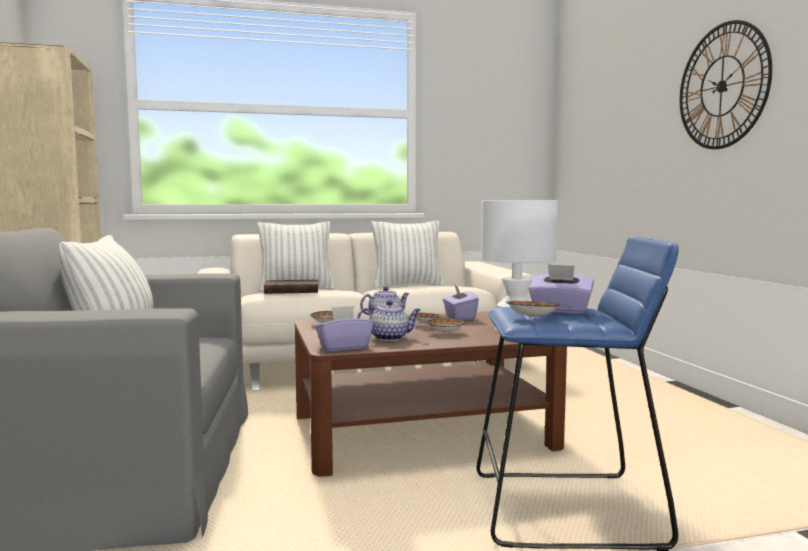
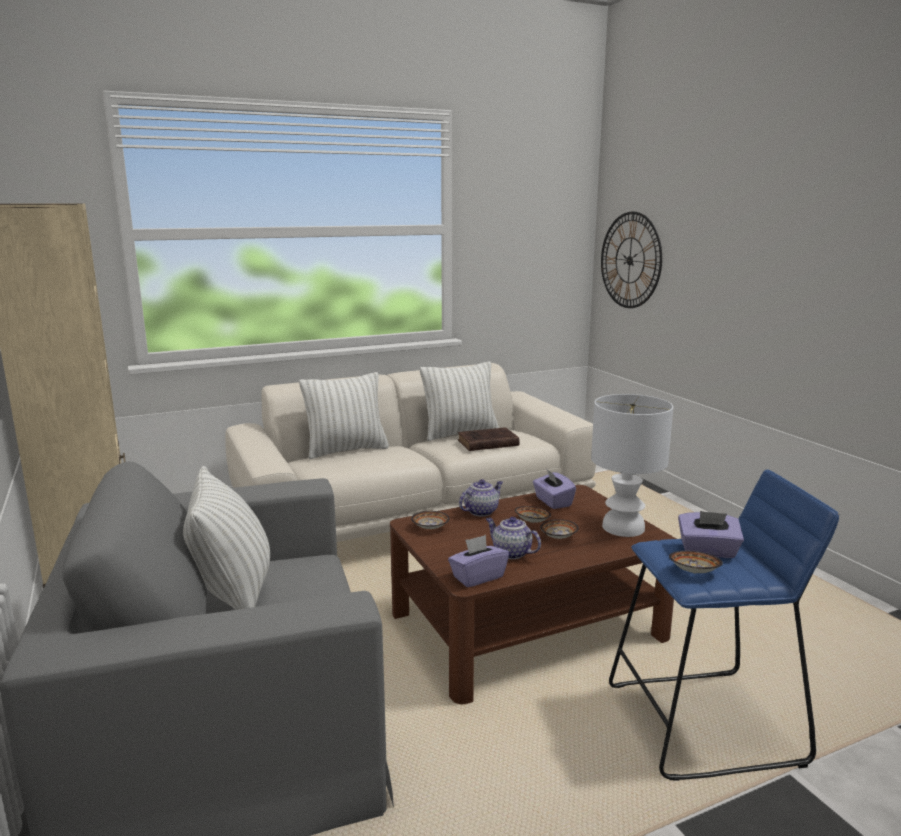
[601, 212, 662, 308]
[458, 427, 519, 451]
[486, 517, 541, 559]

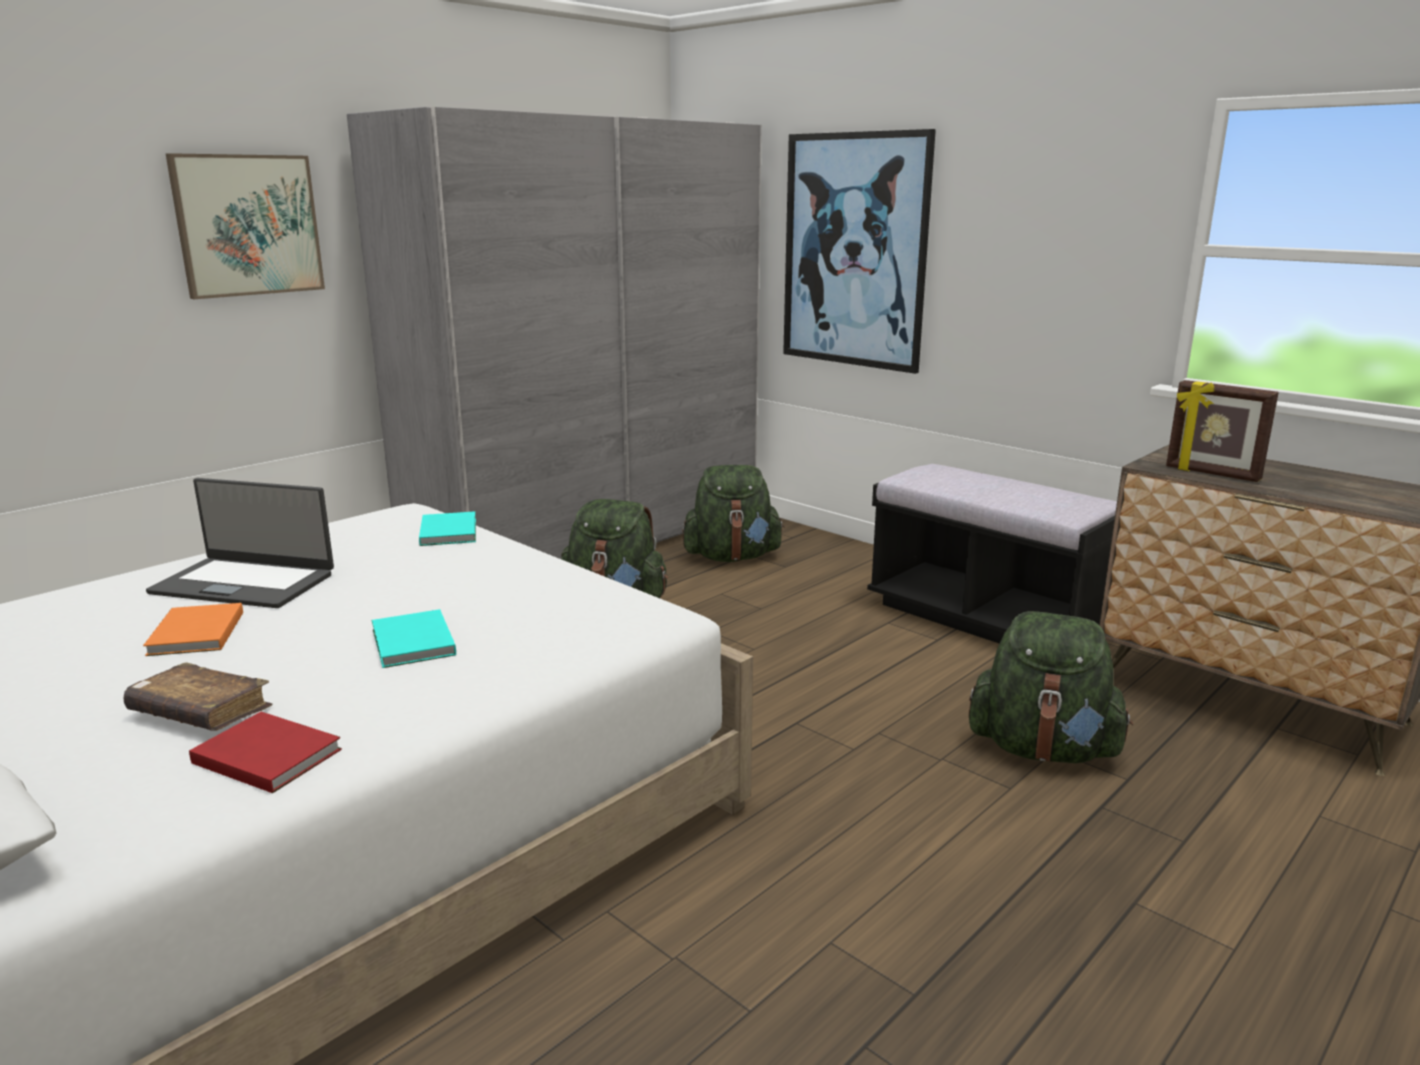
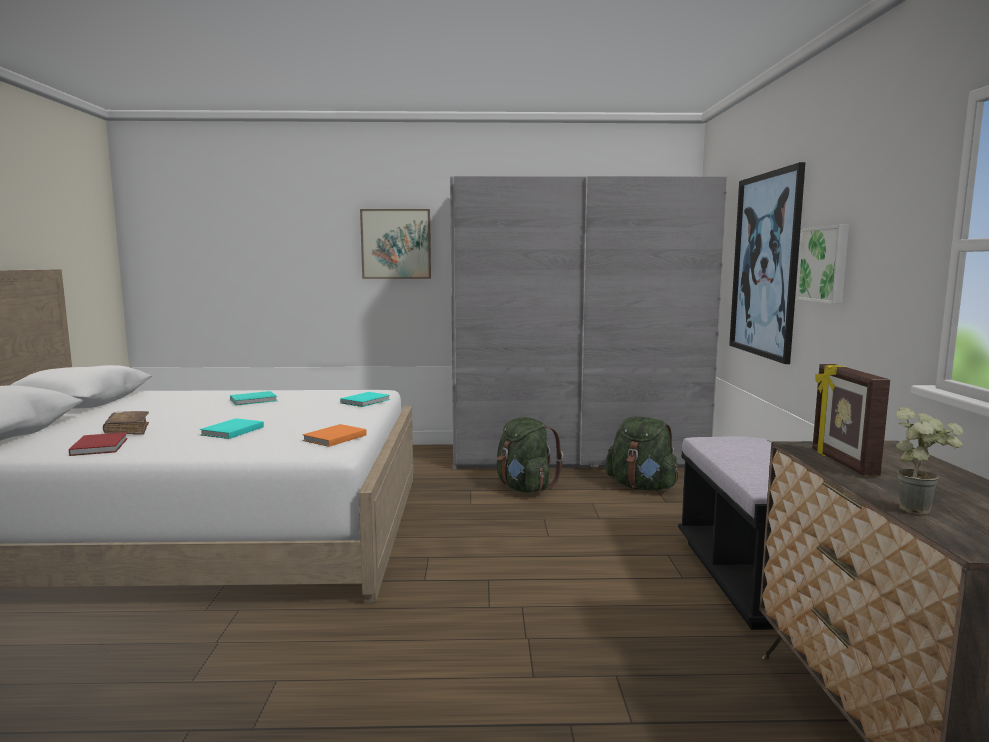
[230, 391, 277, 405]
[302, 424, 367, 447]
[969, 611, 1133, 763] (first image)
[796, 225, 849, 304]
[896, 407, 963, 514]

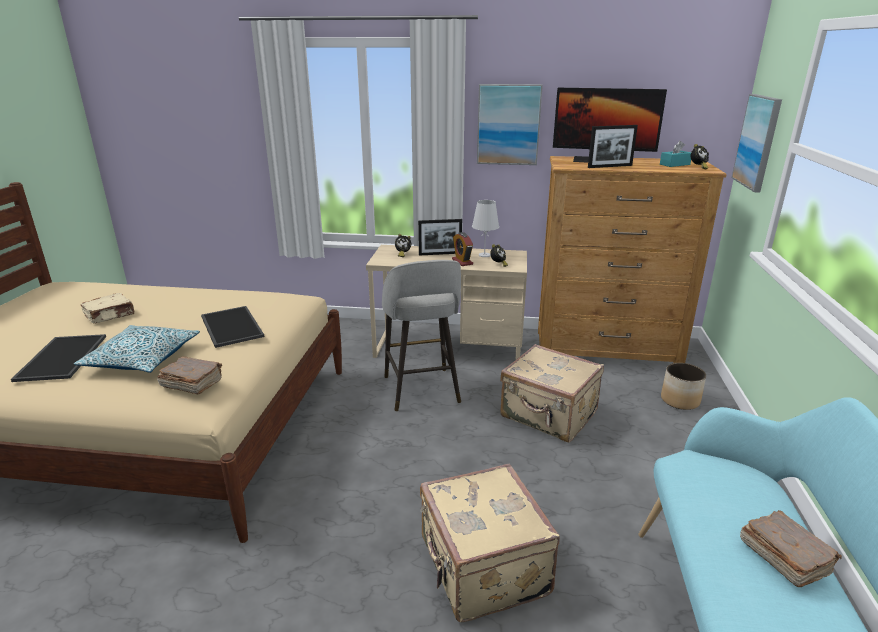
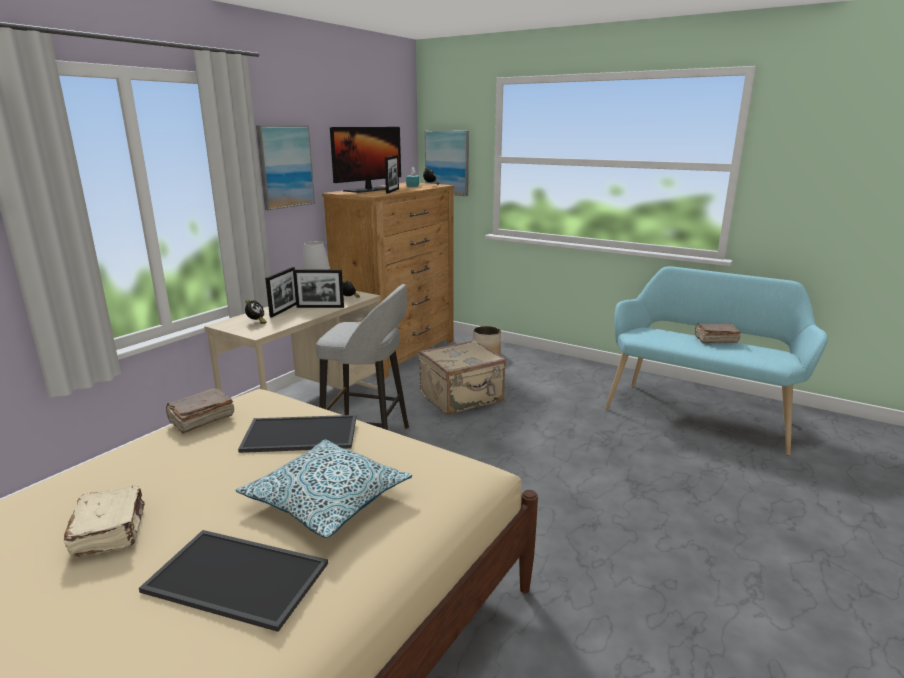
[293, 269, 344, 308]
[165, 388, 234, 434]
[420, 463, 560, 622] (first image)

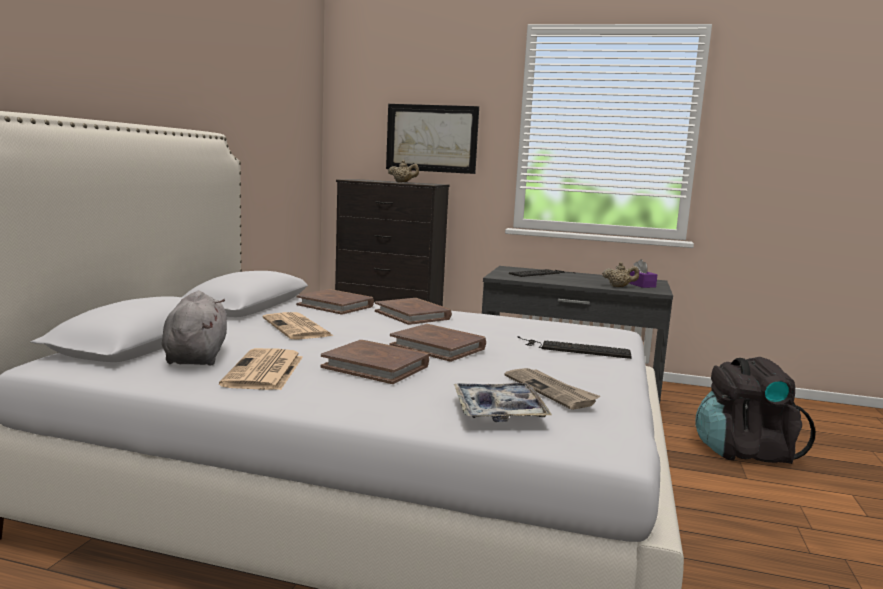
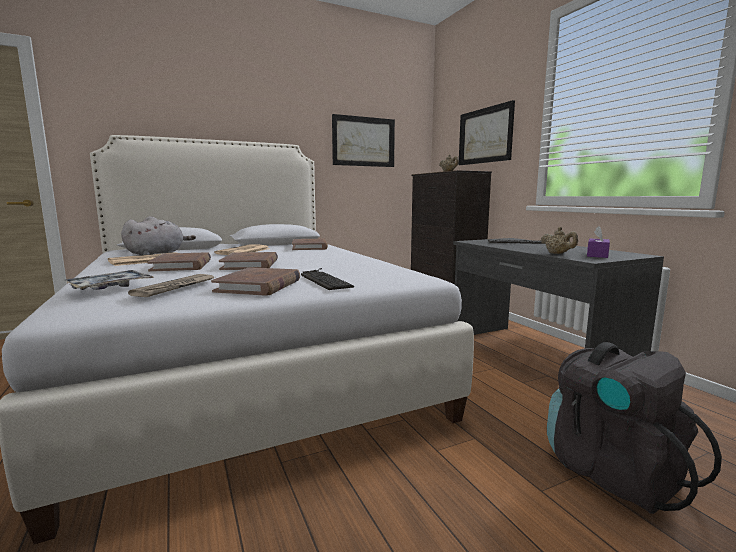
[211, 267, 300, 296]
[332, 114, 395, 167]

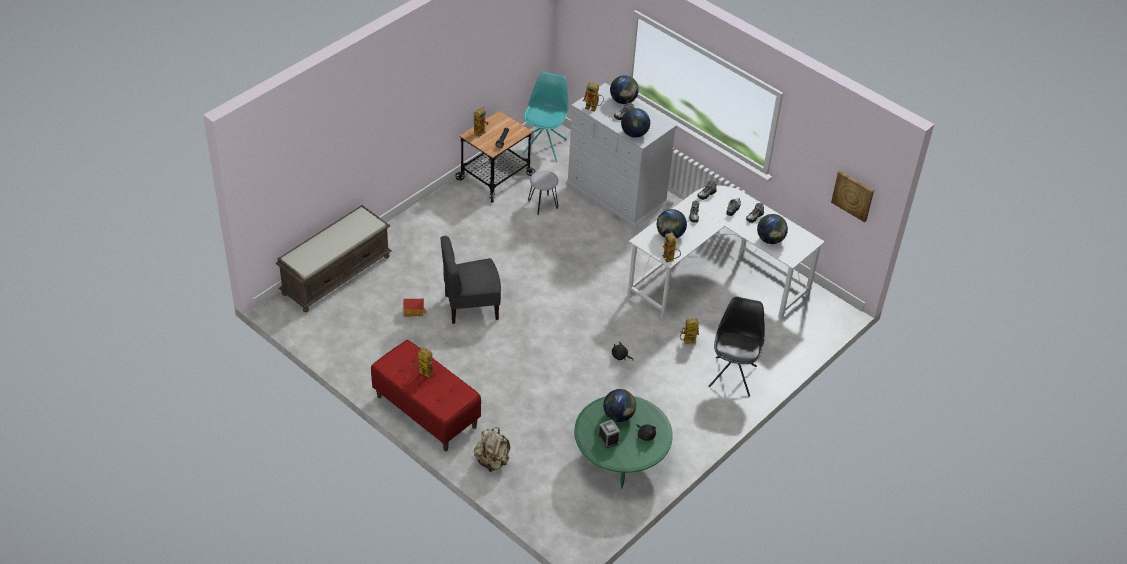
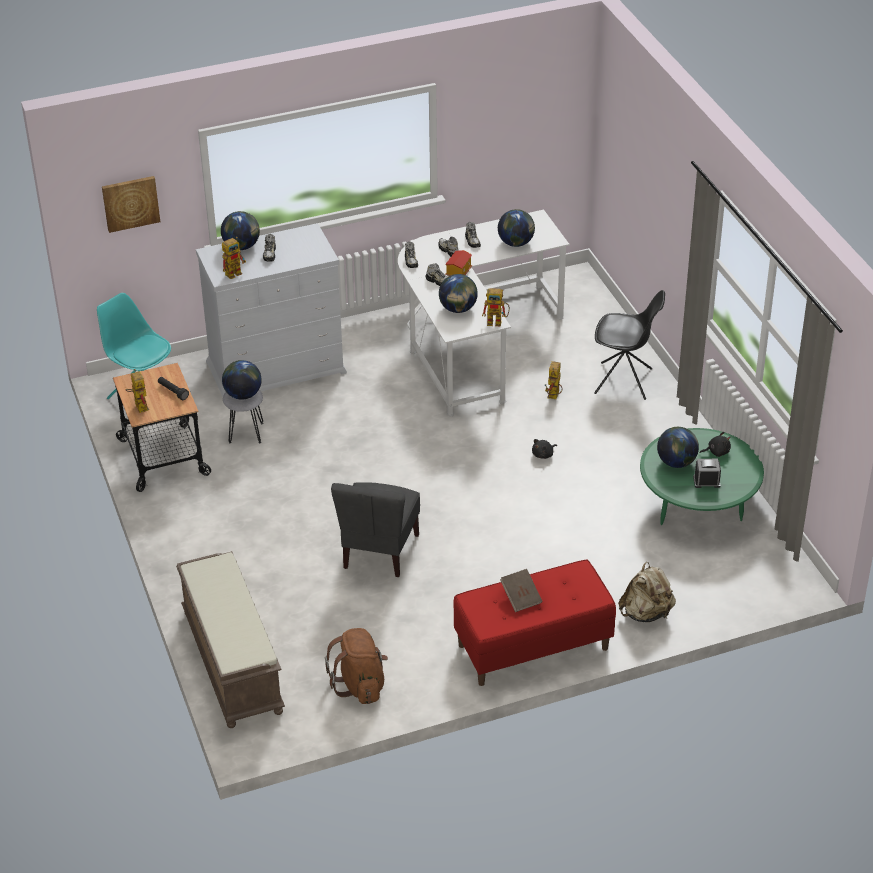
[222, 360, 262, 400]
[102, 176, 160, 233]
[594, 290, 665, 400]
[445, 250, 472, 277]
[500, 569, 543, 612]
[325, 628, 388, 704]

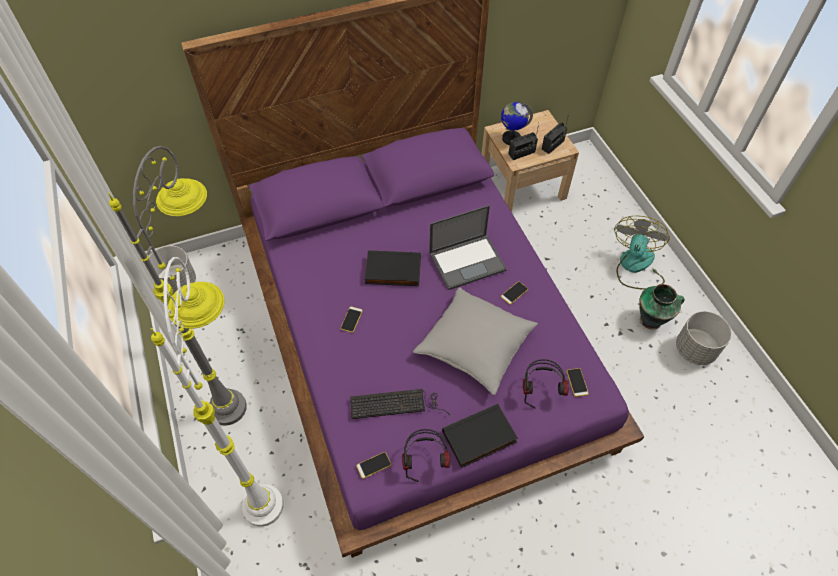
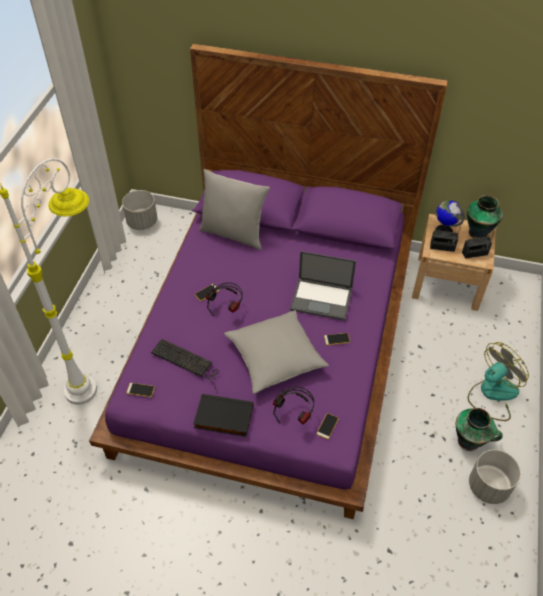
[108, 146, 247, 426] (first image)
[365, 250, 421, 286] (first image)
[206, 282, 243, 316]
[199, 169, 270, 250]
[467, 195, 503, 239]

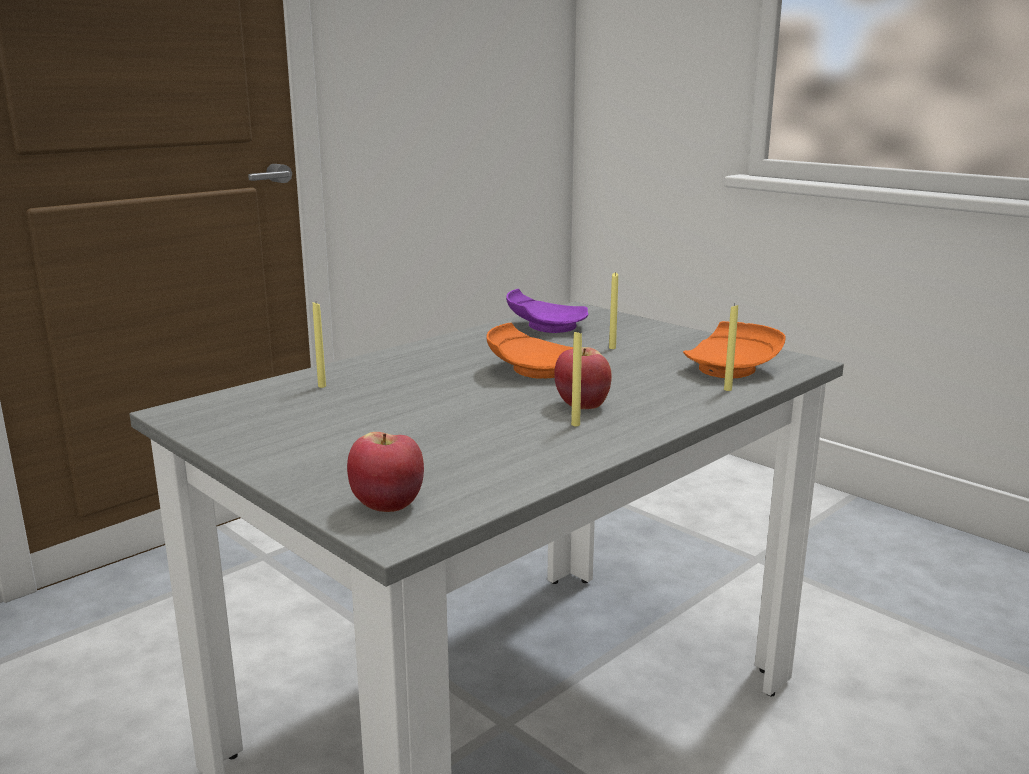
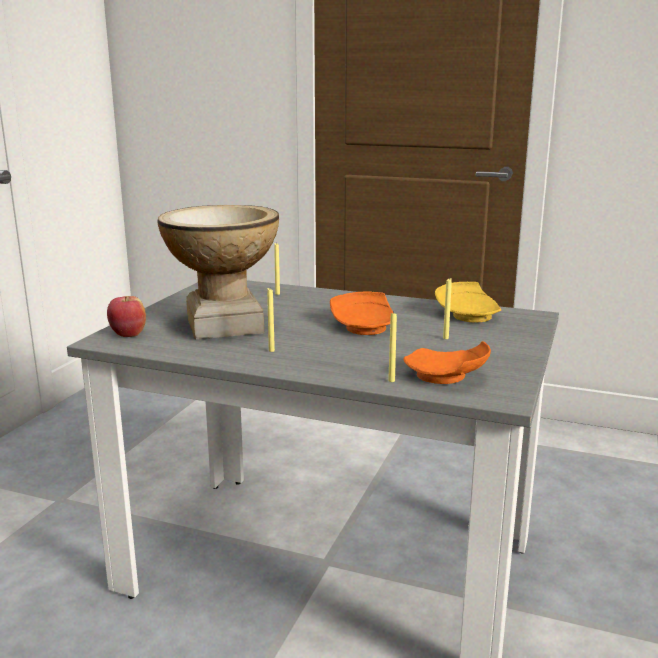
[435, 282, 501, 323]
[554, 347, 612, 409] (first image)
[157, 205, 279, 340]

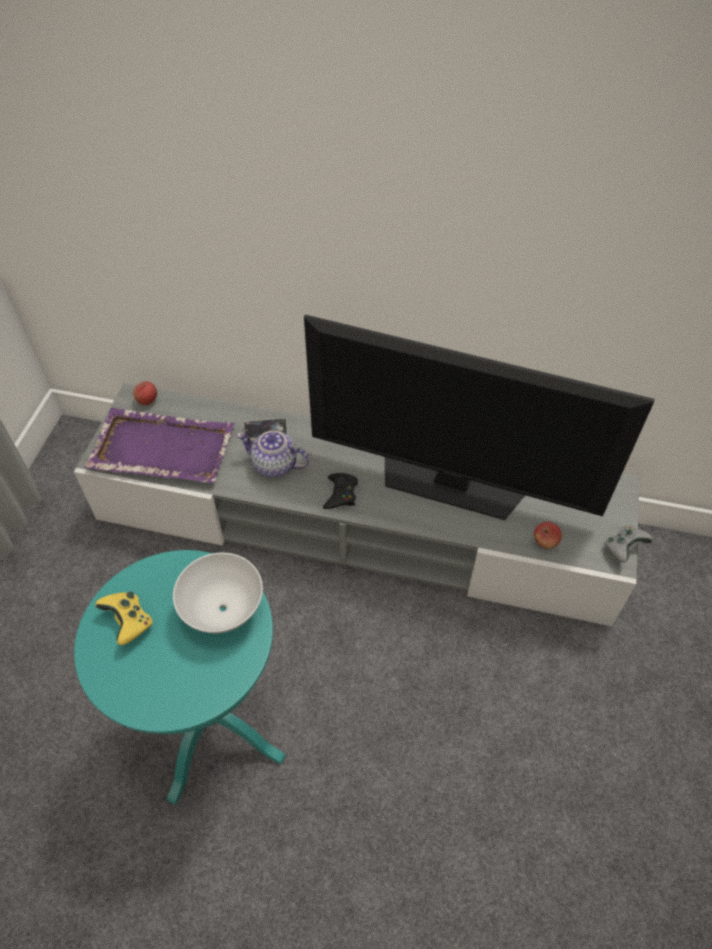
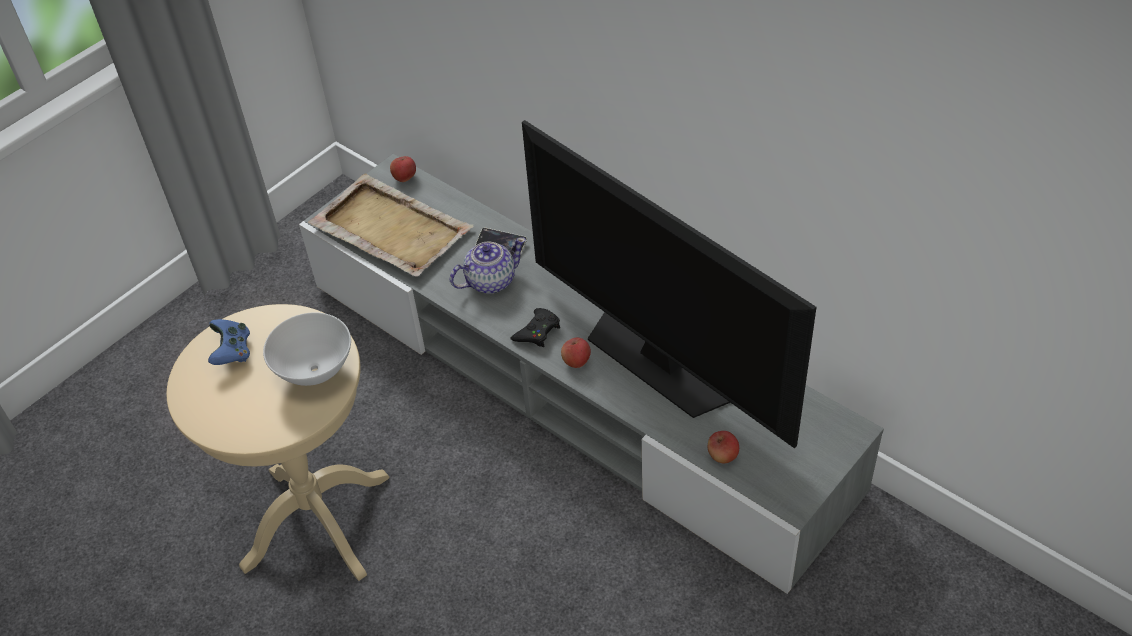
[308, 174, 473, 277]
[450, 237, 526, 294]
[604, 527, 653, 563] (first image)
[166, 304, 390, 581]
[208, 319, 250, 365]
[561, 338, 591, 368]

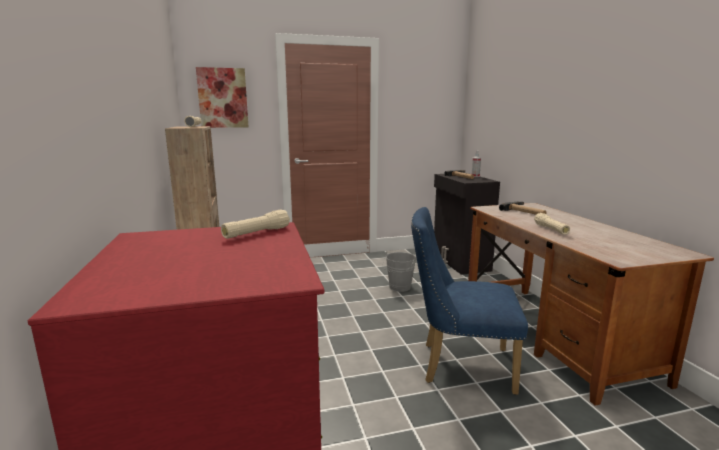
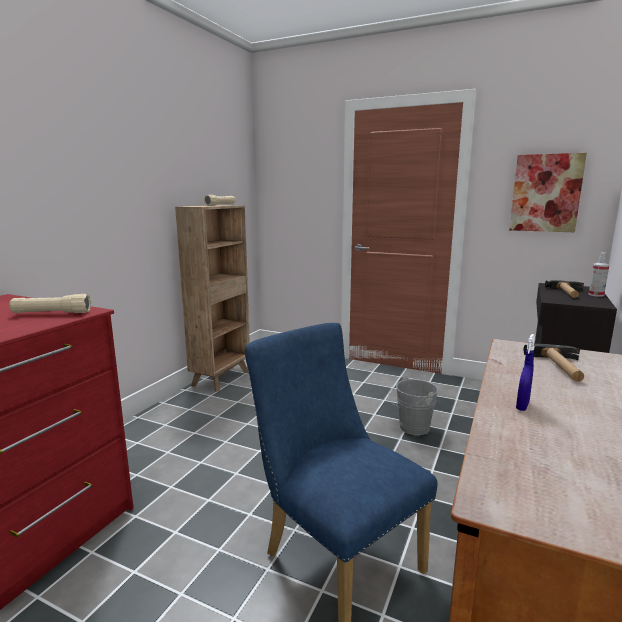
[509, 153, 587, 232]
[516, 334, 535, 411]

